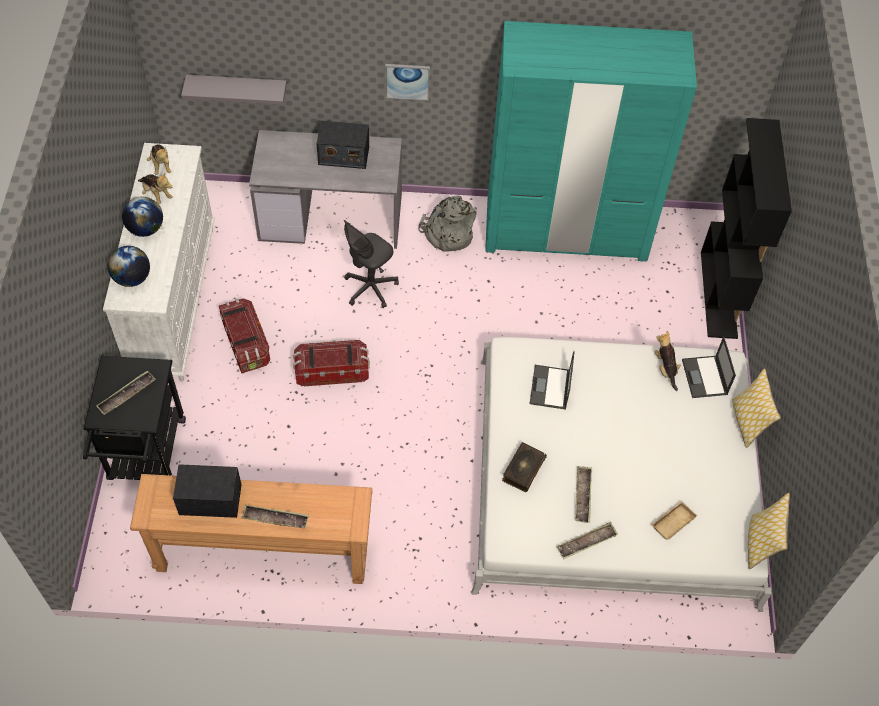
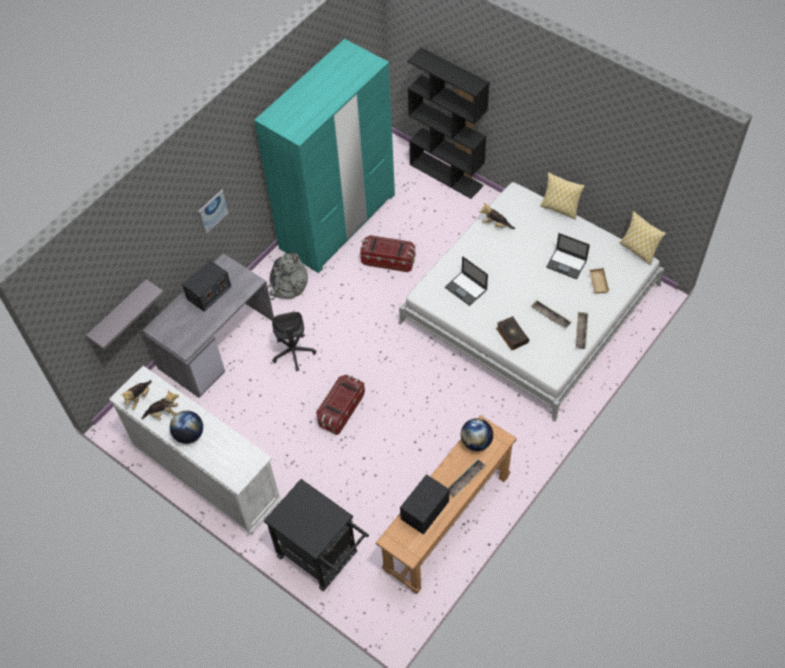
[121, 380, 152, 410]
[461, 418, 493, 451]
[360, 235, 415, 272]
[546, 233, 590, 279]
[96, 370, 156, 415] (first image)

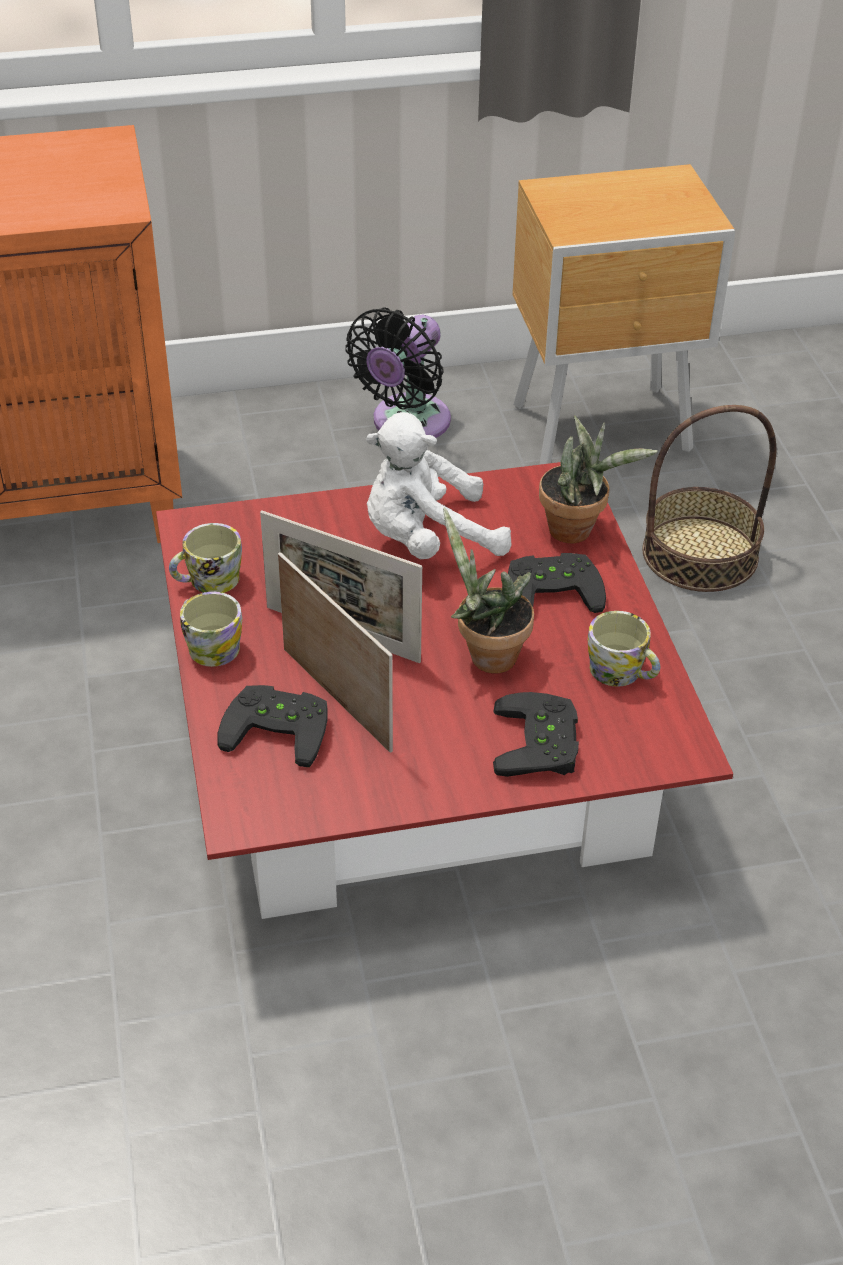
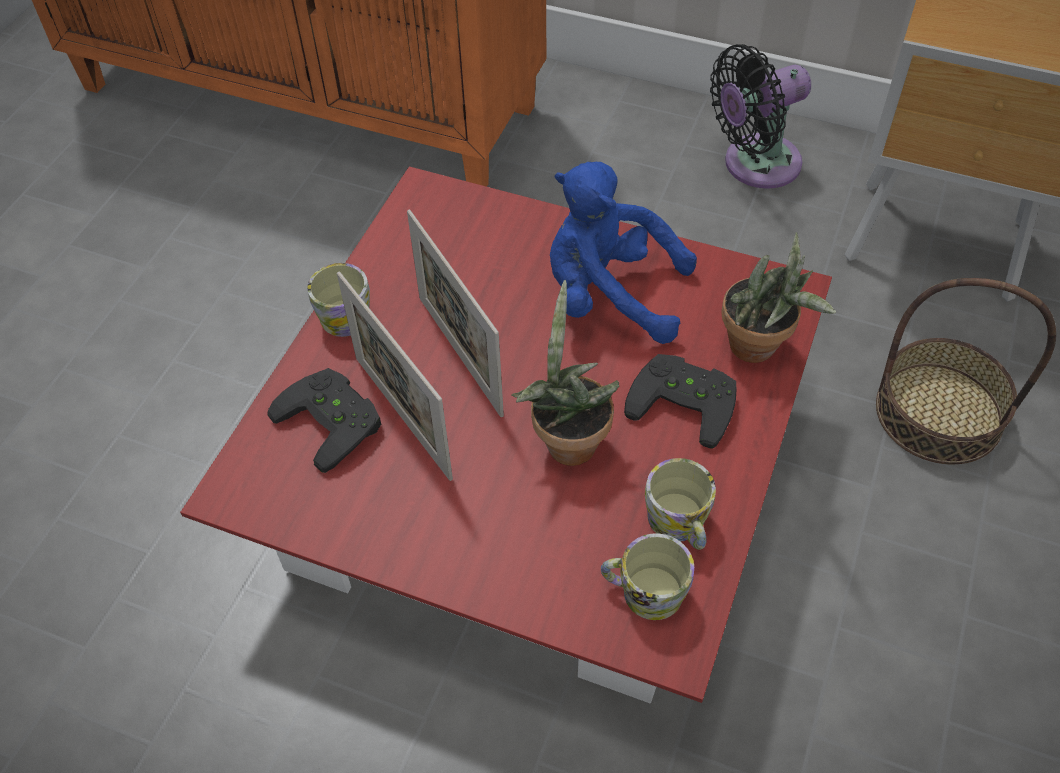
[550, 162, 697, 344]
[601, 533, 694, 620]
[337, 272, 453, 481]
[493, 692, 579, 777] (first image)

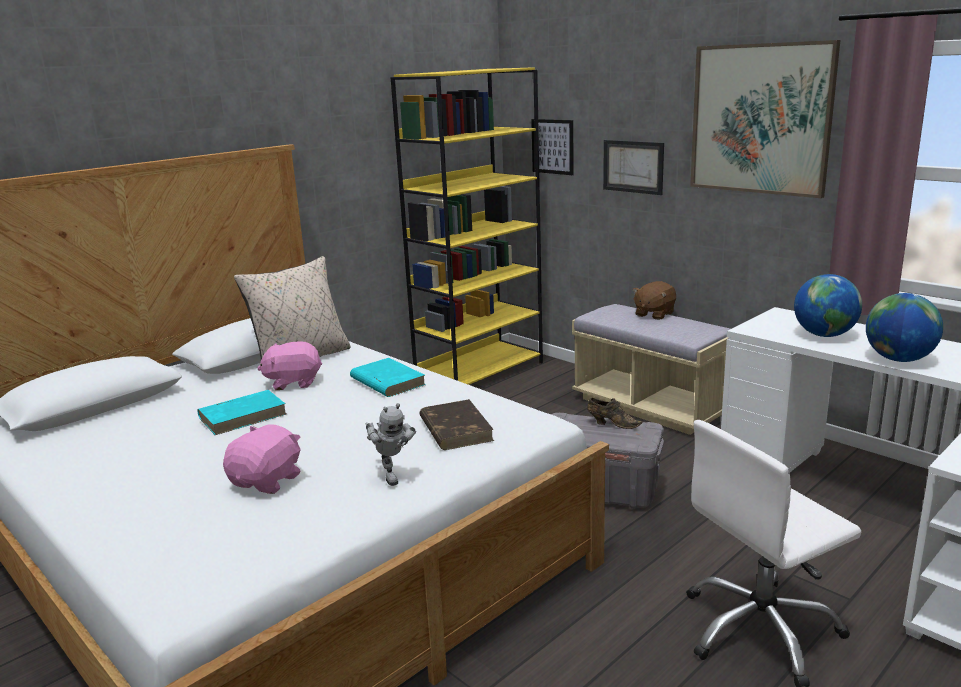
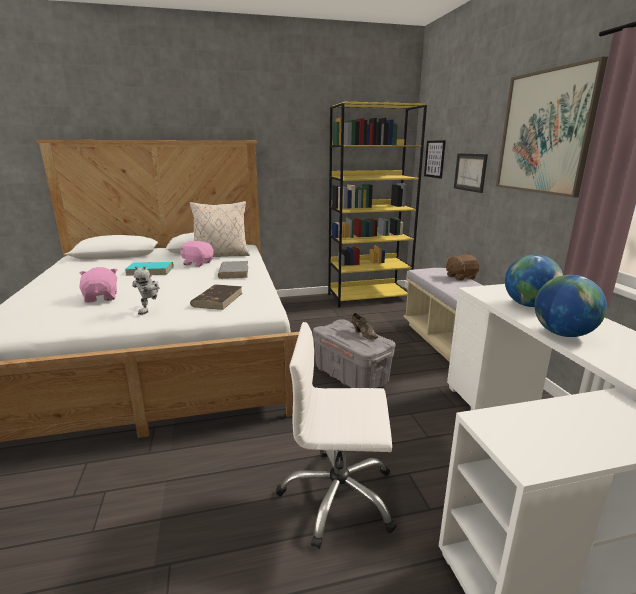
[218, 261, 248, 279]
[79, 267, 118, 302]

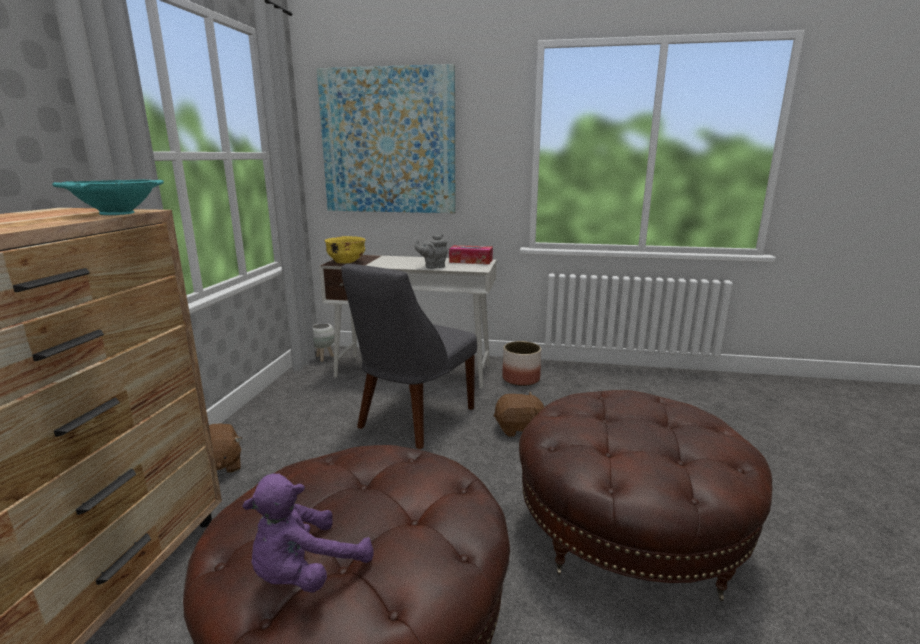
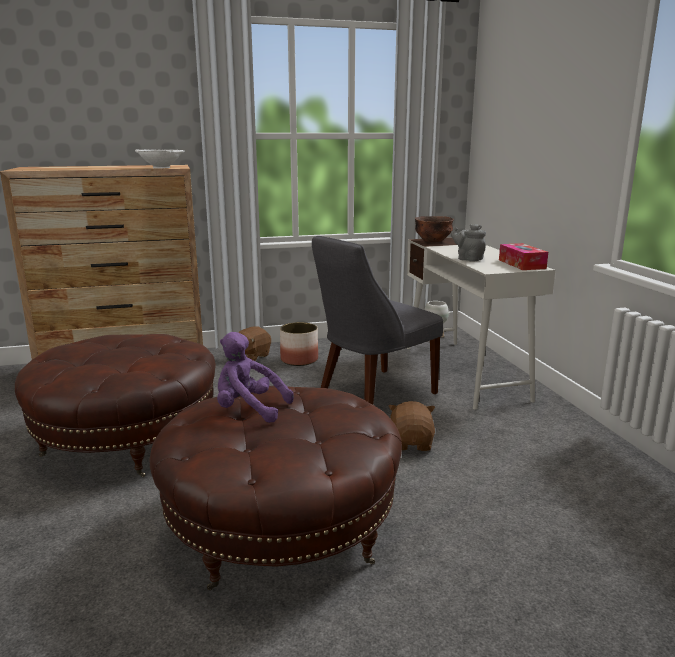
[317, 64, 455, 213] (first image)
[135, 149, 184, 169]
[415, 216, 454, 242]
[312, 236, 443, 405]
[280, 322, 318, 366]
[388, 401, 435, 451]
[217, 332, 294, 423]

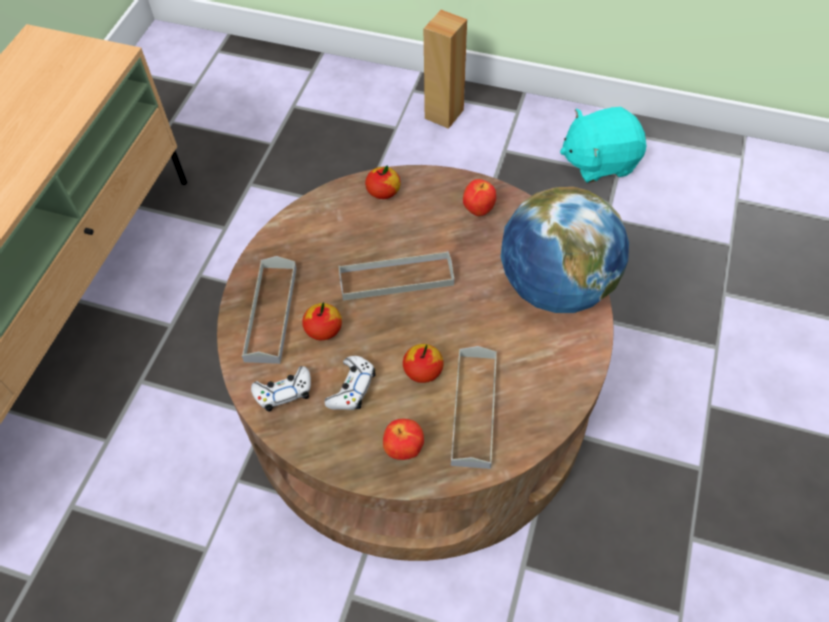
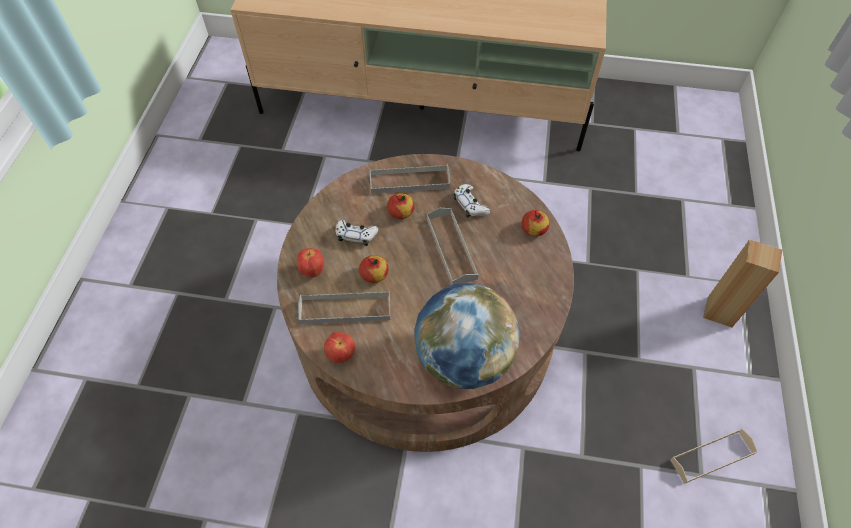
[670, 429, 758, 484]
[324, 332, 356, 363]
[454, 184, 490, 218]

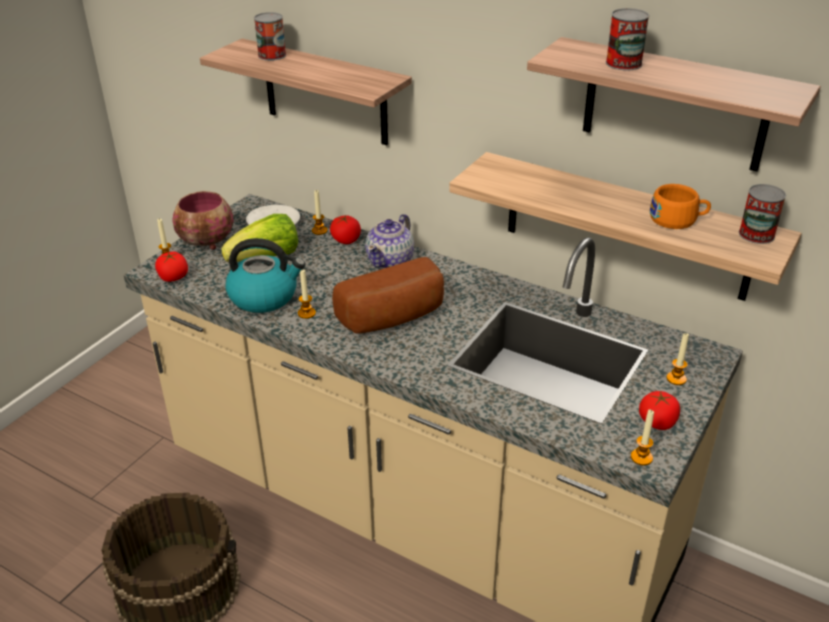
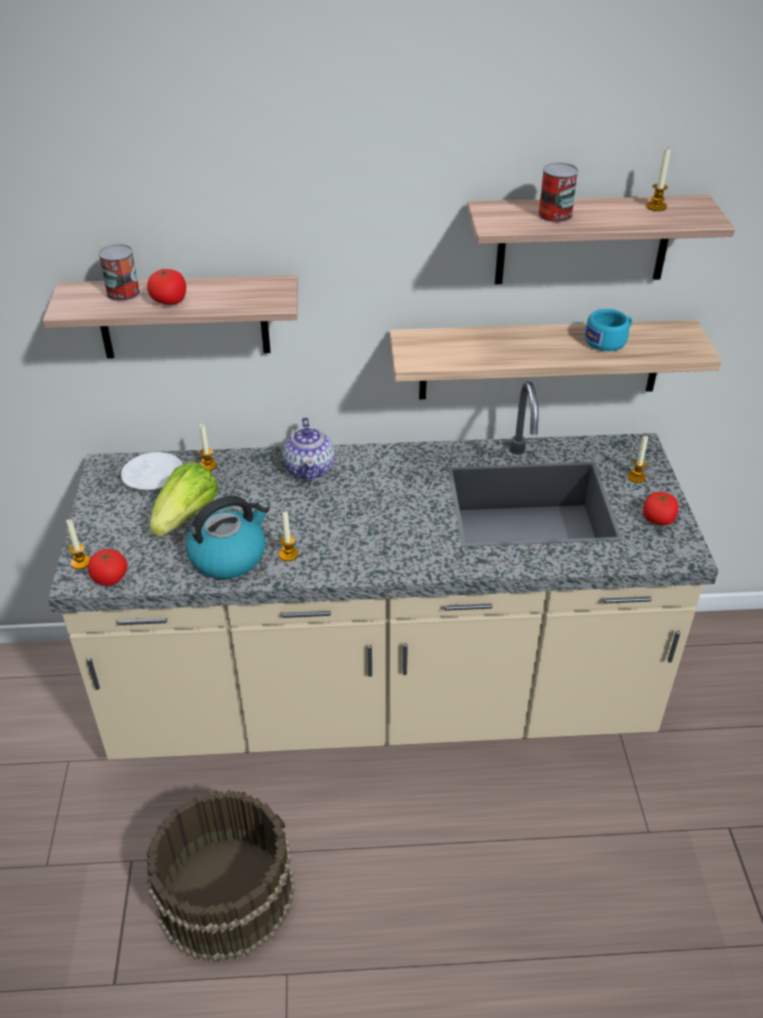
[584, 309, 632, 351]
[739, 184, 786, 244] (first image)
[172, 191, 234, 250] (first image)
[147, 269, 186, 305]
[332, 257, 444, 334] (first image)
[646, 148, 670, 211]

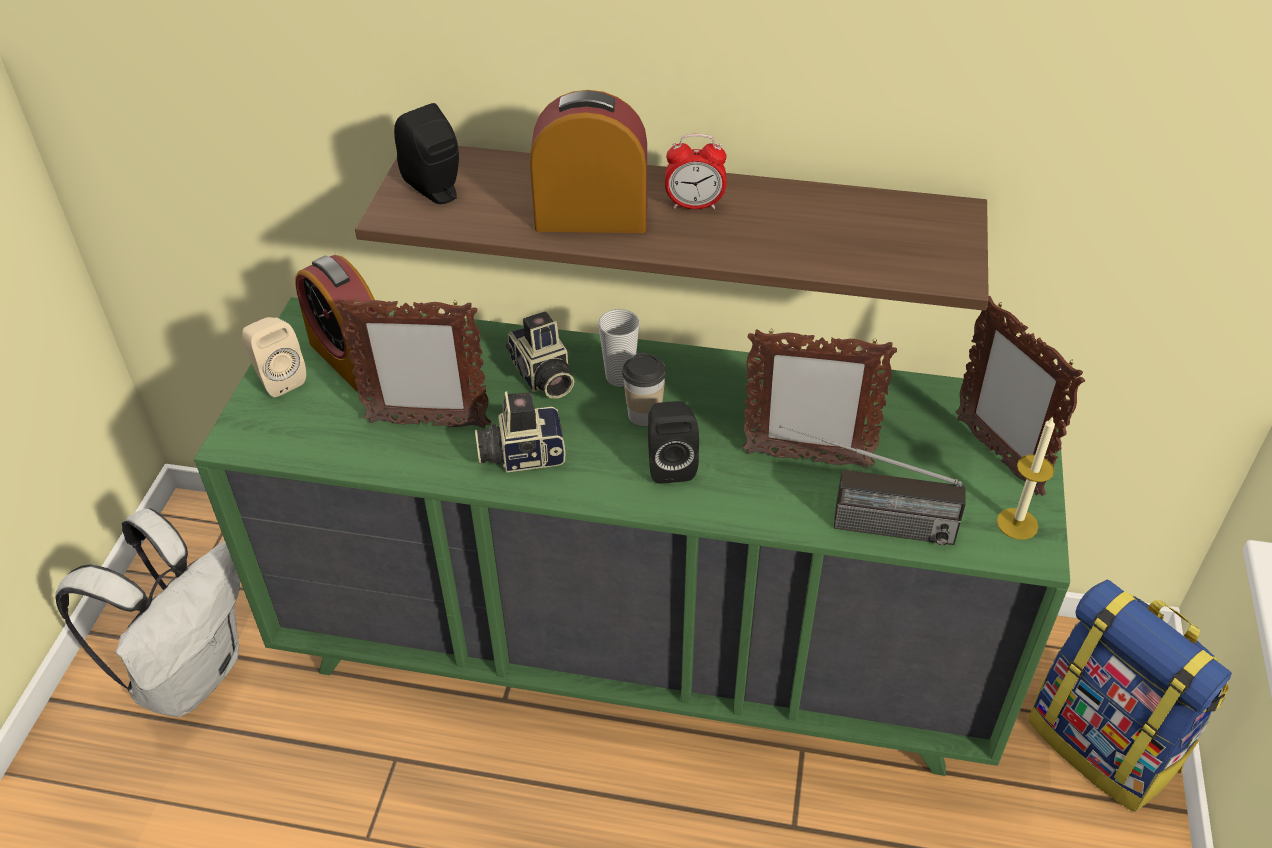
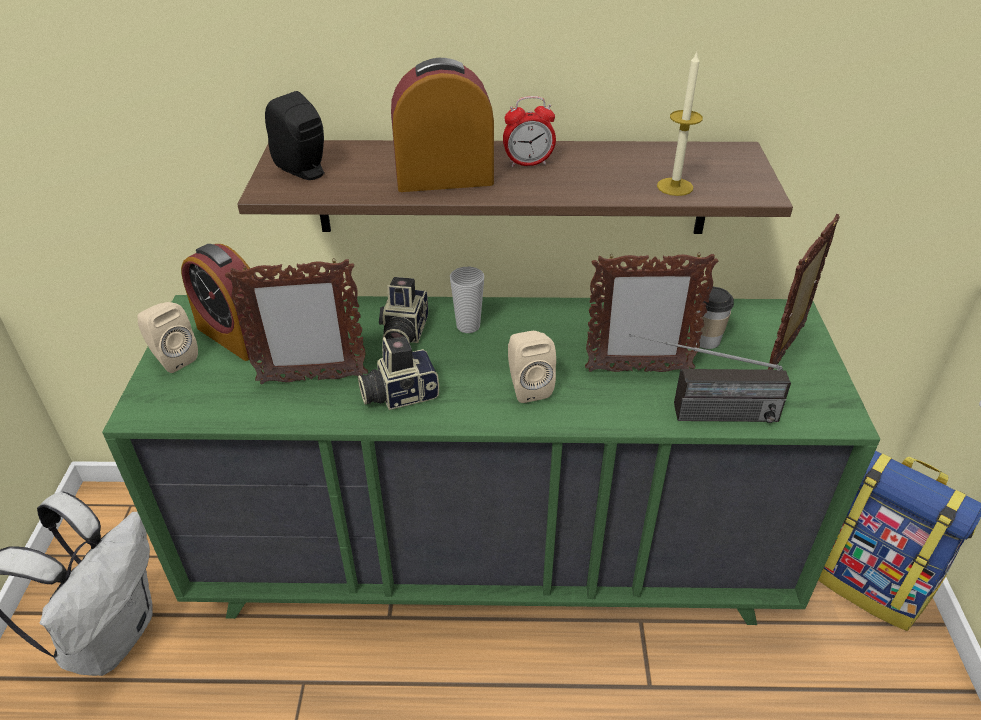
[768, 214, 840, 370]
[379, 277, 428, 344]
[696, 286, 734, 349]
[508, 331, 556, 403]
[657, 52, 703, 196]

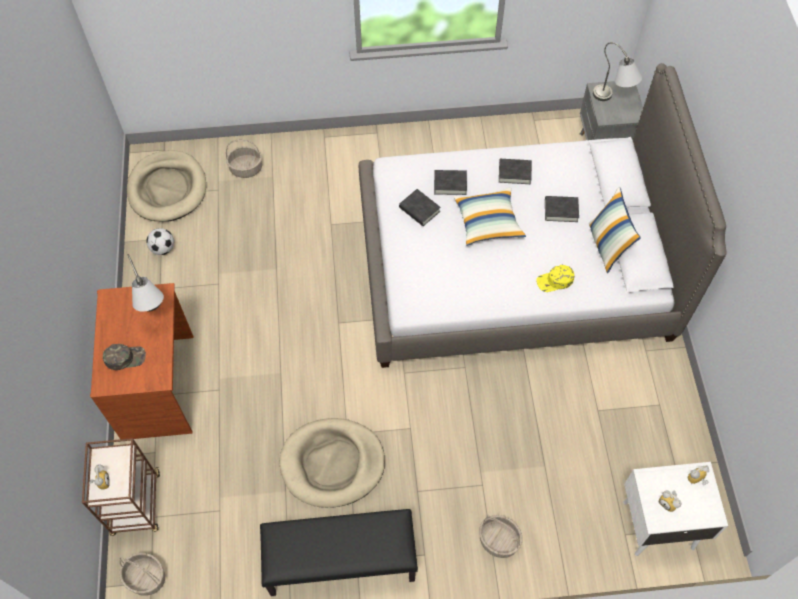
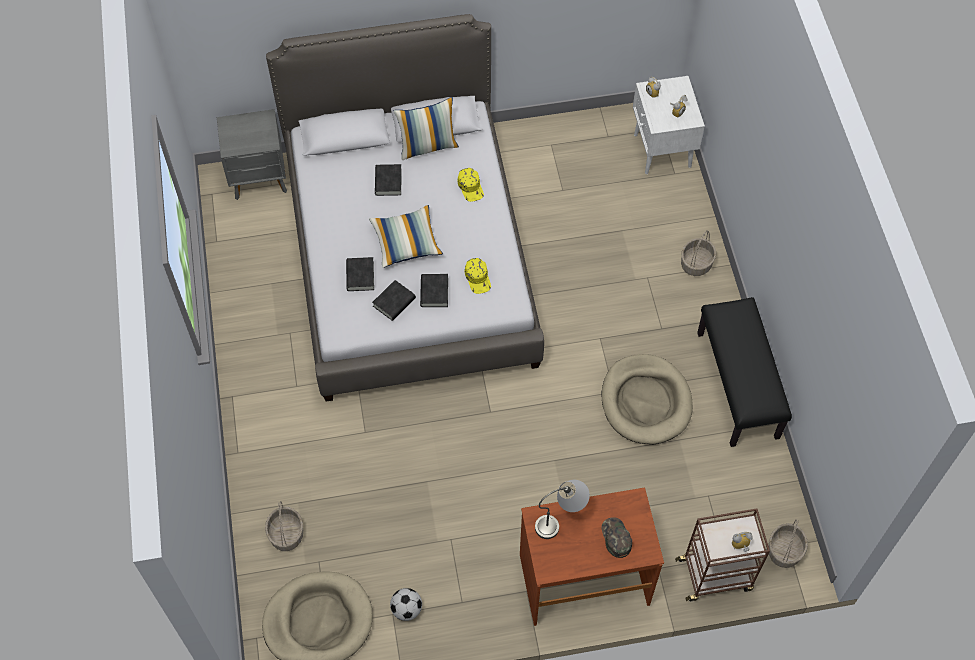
[593, 42, 642, 101] (first image)
[420, 274, 448, 307]
[465, 258, 491, 294]

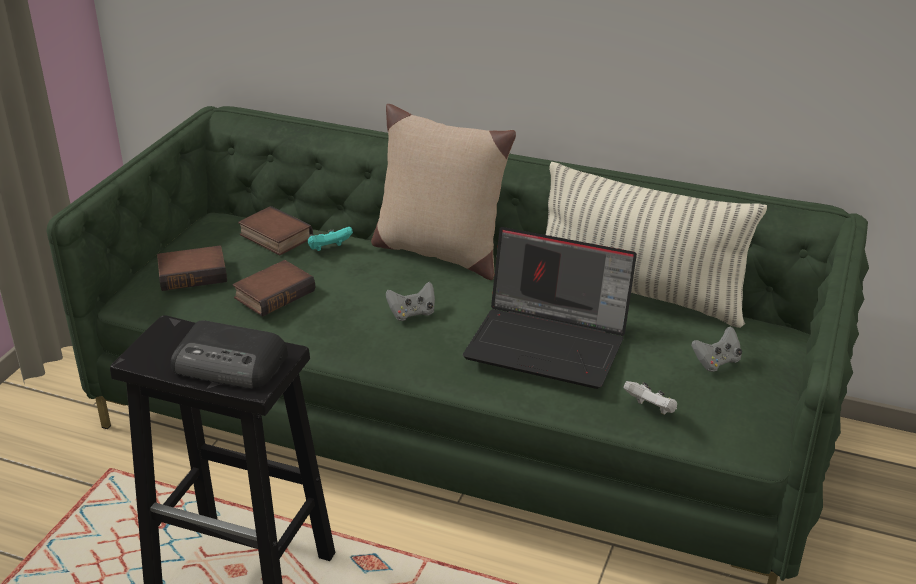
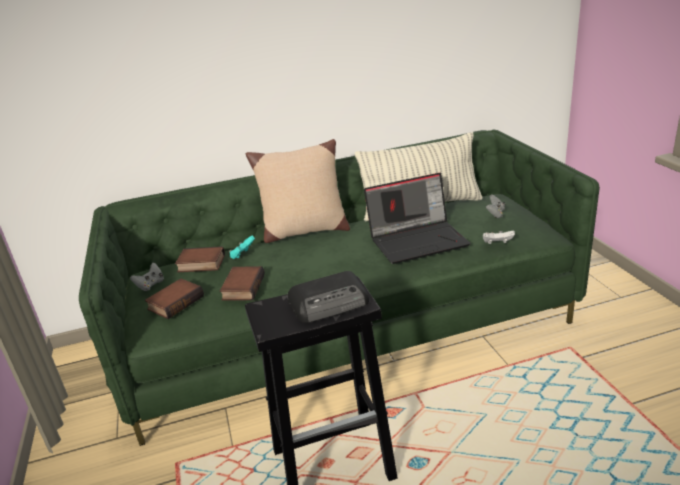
[130, 263, 164, 291]

